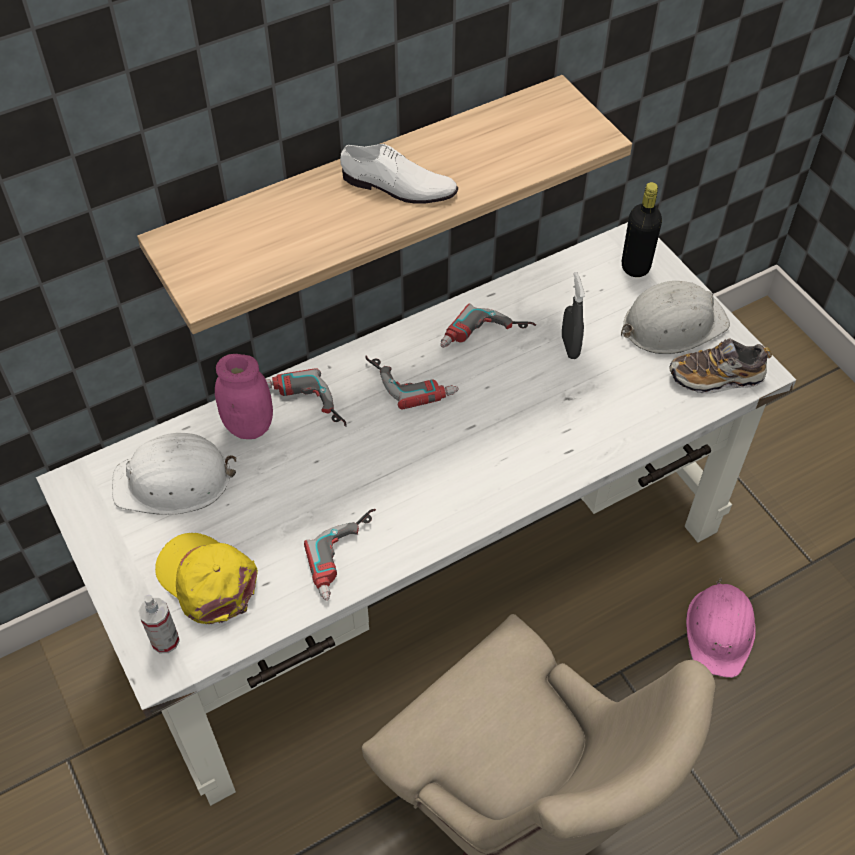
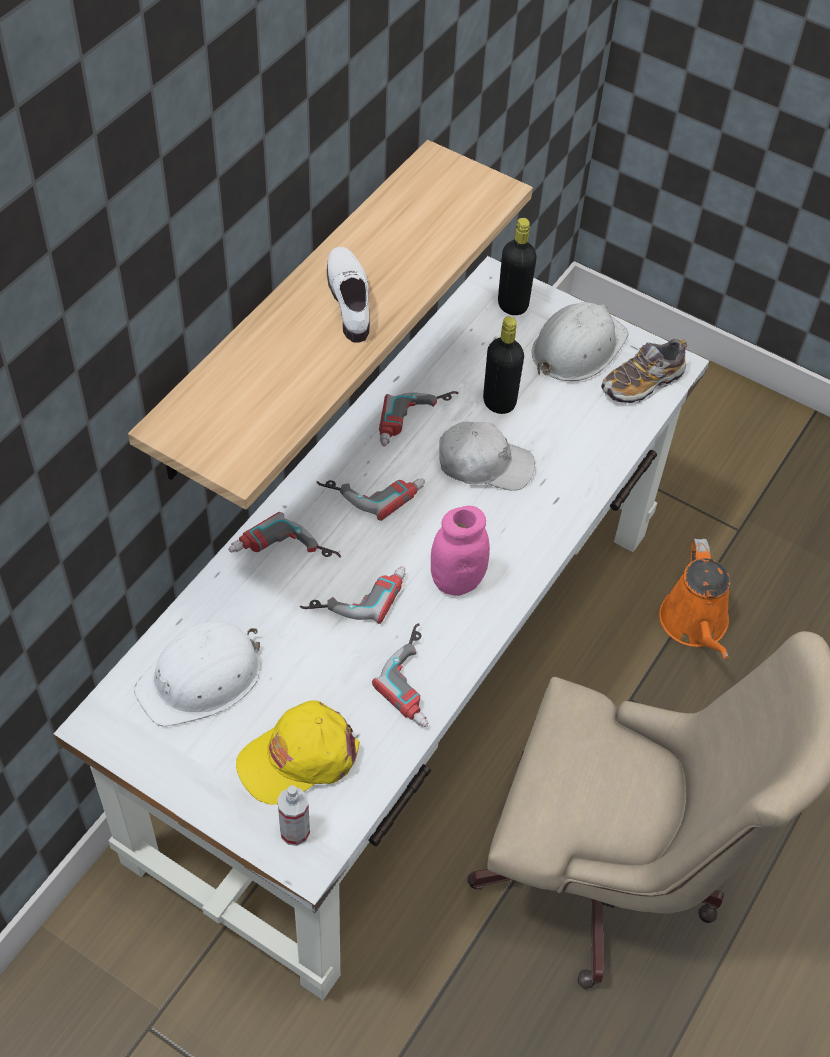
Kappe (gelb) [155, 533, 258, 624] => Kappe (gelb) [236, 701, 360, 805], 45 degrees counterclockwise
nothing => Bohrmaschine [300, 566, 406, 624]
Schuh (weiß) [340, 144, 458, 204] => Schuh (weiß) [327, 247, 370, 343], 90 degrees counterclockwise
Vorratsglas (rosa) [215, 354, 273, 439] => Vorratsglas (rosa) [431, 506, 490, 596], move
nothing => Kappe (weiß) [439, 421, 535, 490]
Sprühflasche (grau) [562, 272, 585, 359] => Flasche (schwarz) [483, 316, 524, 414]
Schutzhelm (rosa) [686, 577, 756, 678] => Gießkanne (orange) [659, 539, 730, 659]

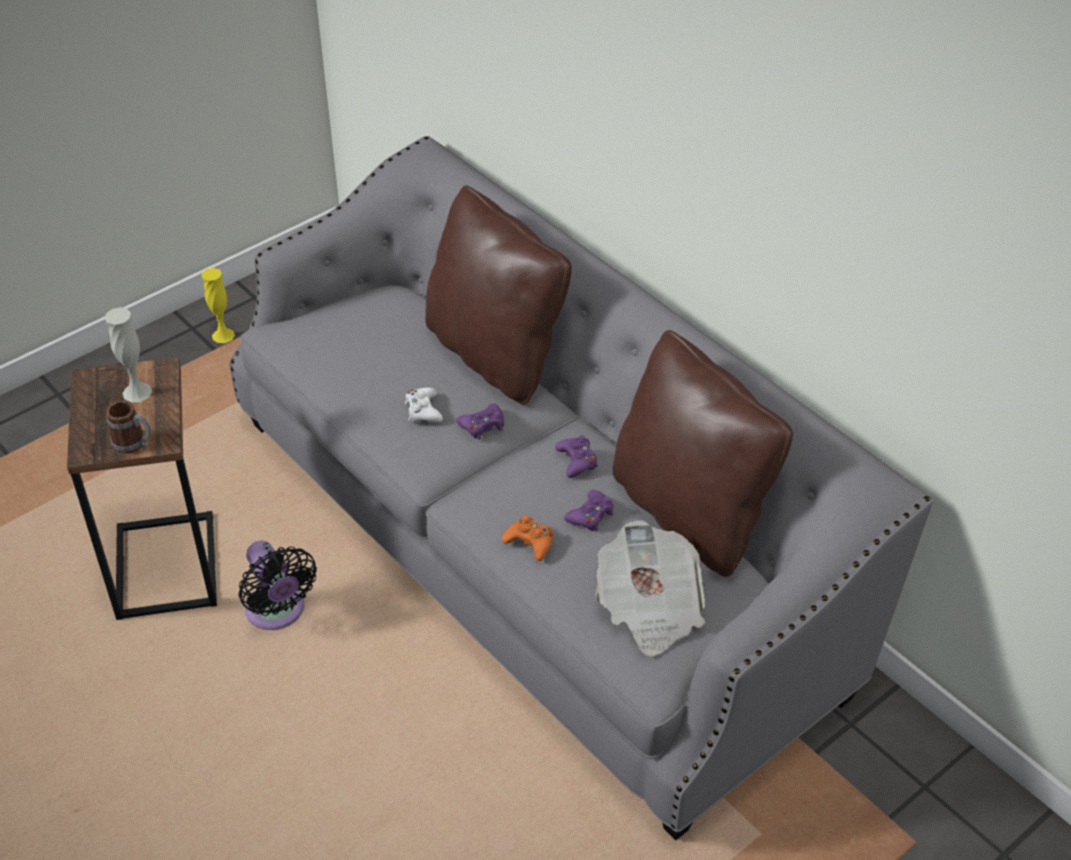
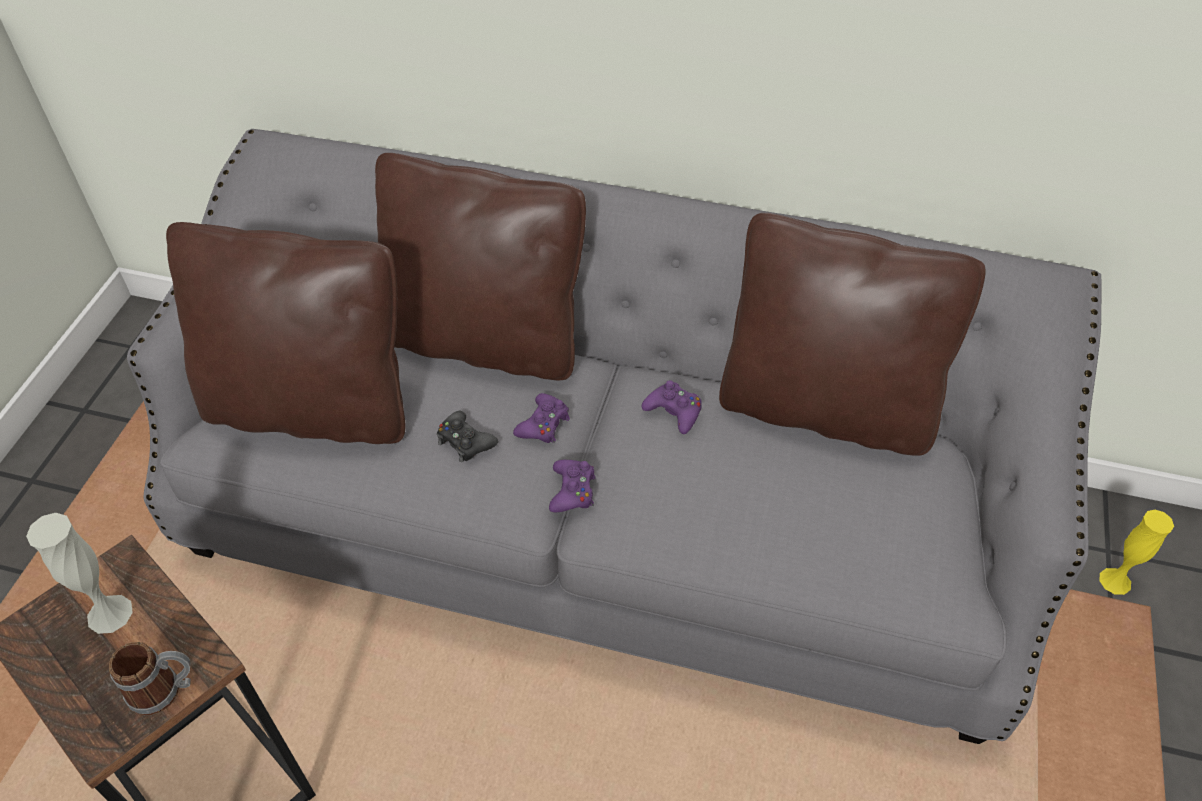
nothing => Kissen (braun) [166, 222, 405, 444]
Gamepad (weiß) [405, 387, 443, 423] => Gamepad (schwarz) [437, 411, 498, 462]
Gamepad (lila) [564, 490, 614, 531] => Gamepad (lila) [549, 460, 596, 512], move
Vase (gelb) [201, 268, 235, 343] => Vase (gelb) [1099, 510, 1174, 595], move
Ventilator (schwarz) [239, 541, 317, 630] => nothing
Gamepad (orange) [502, 516, 554, 561] => nothing
Zeitung [596, 520, 705, 657] => nothing

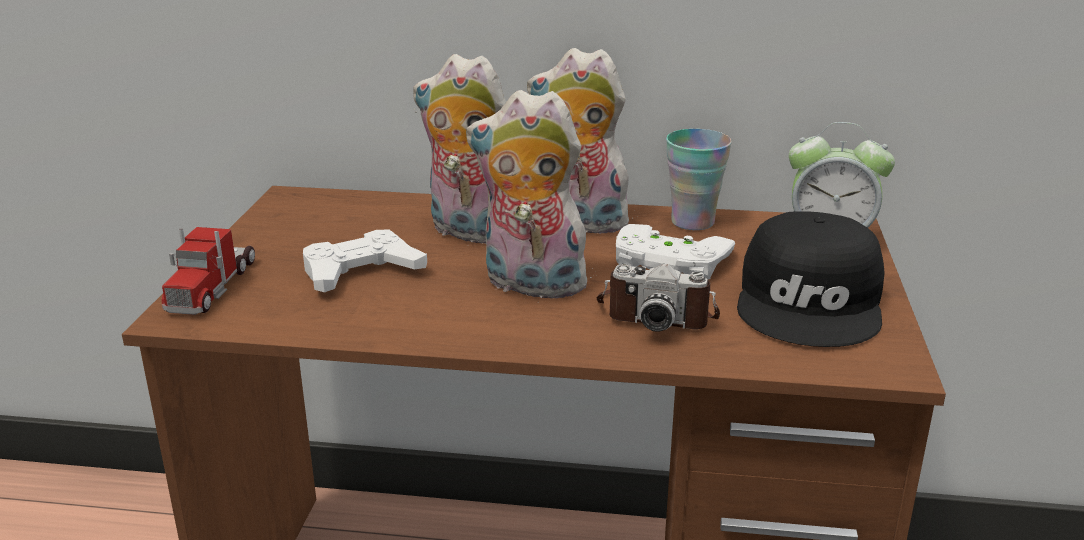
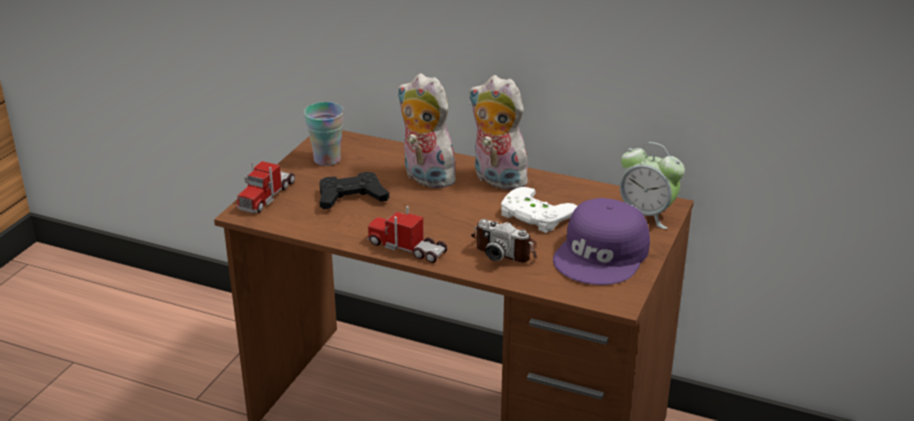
Tasse [666, 129, 732, 230] => Tasse [304, 102, 344, 166], move
Gamepad (weiß) [303, 229, 427, 292] => Gamepad (schwarz) [320, 172, 389, 209]
nothing => Spielzeuglaster [368, 206, 447, 263]
Kappe (schwarz) [737, 211, 885, 347] => Kappe (lila) [553, 198, 650, 285]
Plüschtier [466, 90, 597, 298] => nothing

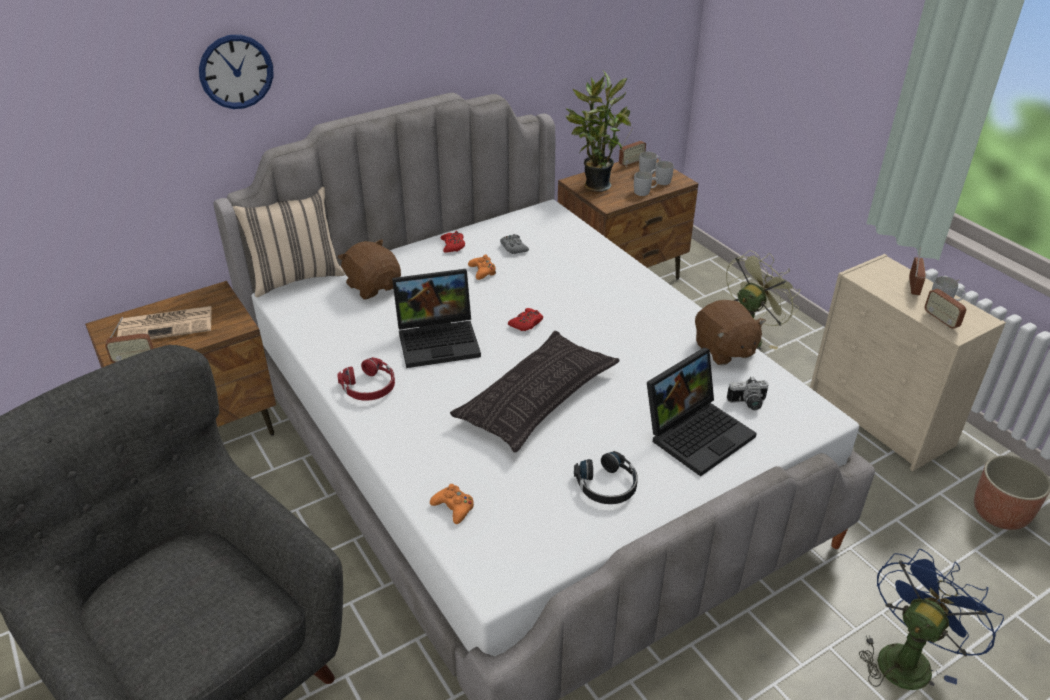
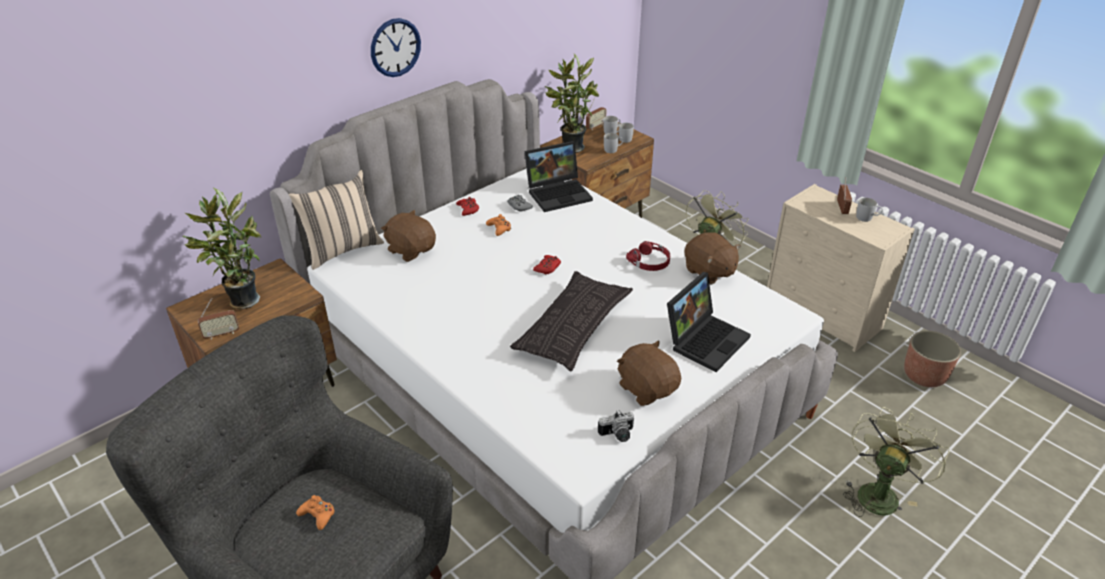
Zeitung [117, 306, 212, 339] => Topfpflanze [182, 188, 261, 309]
Gamepad (orange) [430, 484, 474, 524] => Gamepad (orange) [296, 495, 335, 530], move
Wanduhr [199, 35, 273, 109] => Wanduhr [371, 18, 421, 77], move
Laptop [392, 269, 481, 368] => Laptop [525, 141, 593, 212], move
Kamera [727, 377, 769, 410] => Kamera [598, 410, 634, 442], move
Kopfhörer (schwarz) [574, 451, 638, 504] => Plüschtier (braun) [617, 341, 681, 406]
Kopfhörer (rot) [337, 357, 395, 401] => Kopfhörer (rot) [626, 241, 670, 271], move
Ventilator (blau) [859, 549, 1004, 690] => Ventilator (grün) [843, 407, 949, 517]
Radio [925, 279, 966, 329] => nothing

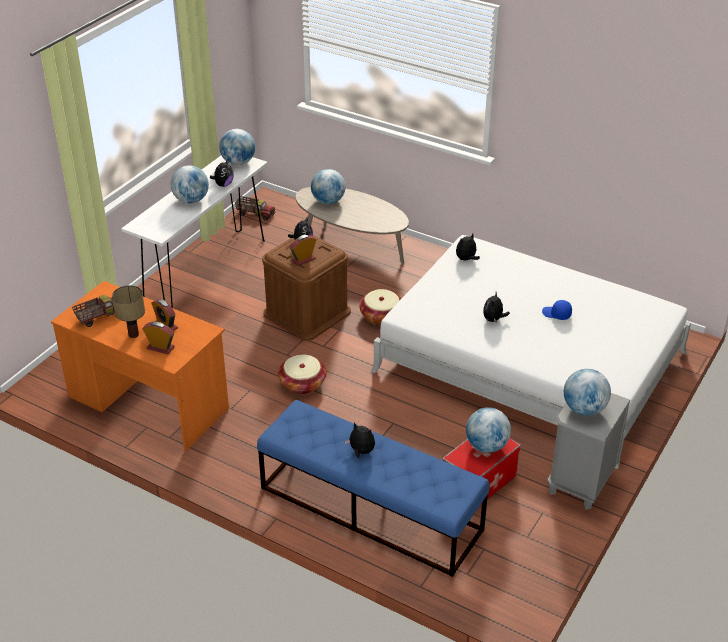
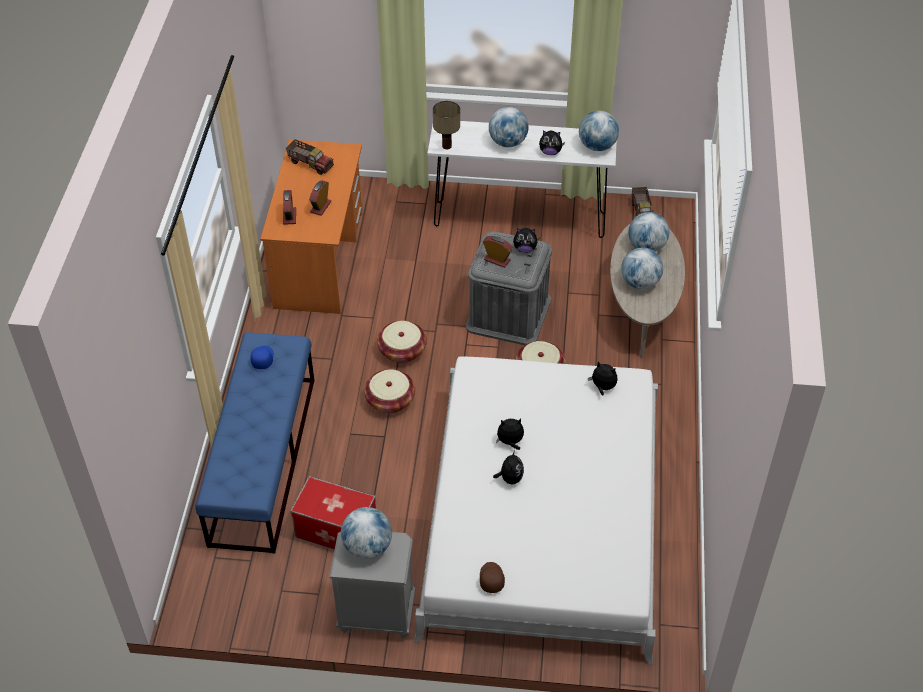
Kappe (blau) [542, 300, 572, 320] => Kappe (blau) [250, 346, 274, 369], move
nothing => Korb [364, 369, 415, 413]
Tischlampe [112, 286, 145, 338] => Tischlampe [433, 101, 460, 149], move
Aufbewahrungsbox (braun) [262, 235, 351, 341] => Aufbewahrungsbox (grau) [466, 231, 552, 345]
nothing => Kappe (braun) [480, 562, 505, 593]
Plüschtier [345, 422, 375, 458] => Plüschtier [493, 450, 524, 485], move
Globus [466, 407, 511, 453] => Globus [621, 248, 663, 289], move

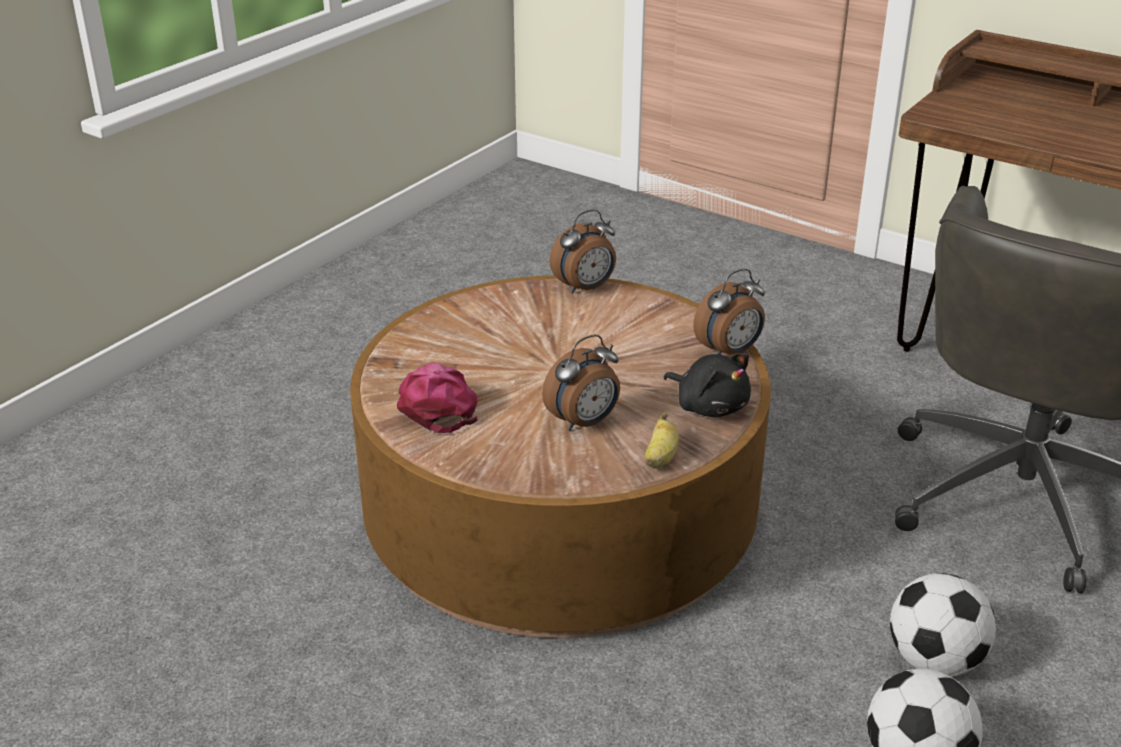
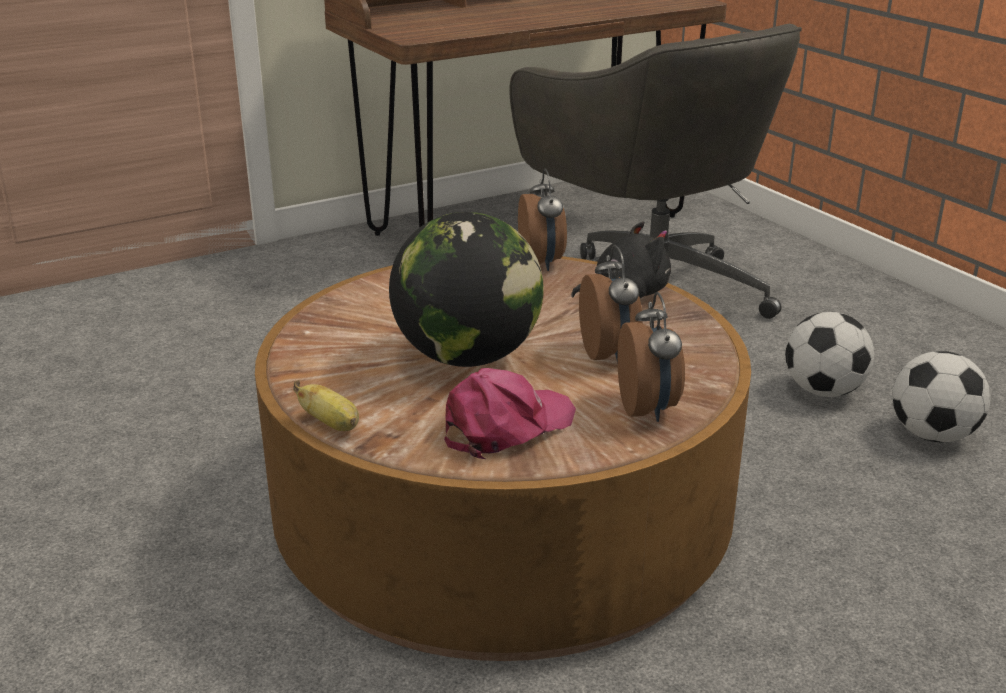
Banane [645, 413, 679, 469] => Banane [293, 380, 359, 431], move
nothing => Globus [389, 212, 544, 367]
Kappe (rosa) [397, 362, 478, 433] => Kappe (rosa) [444, 368, 576, 459], 135 degrees clockwise
Wecker [550, 209, 616, 294] => Wecker [617, 292, 685, 422], move

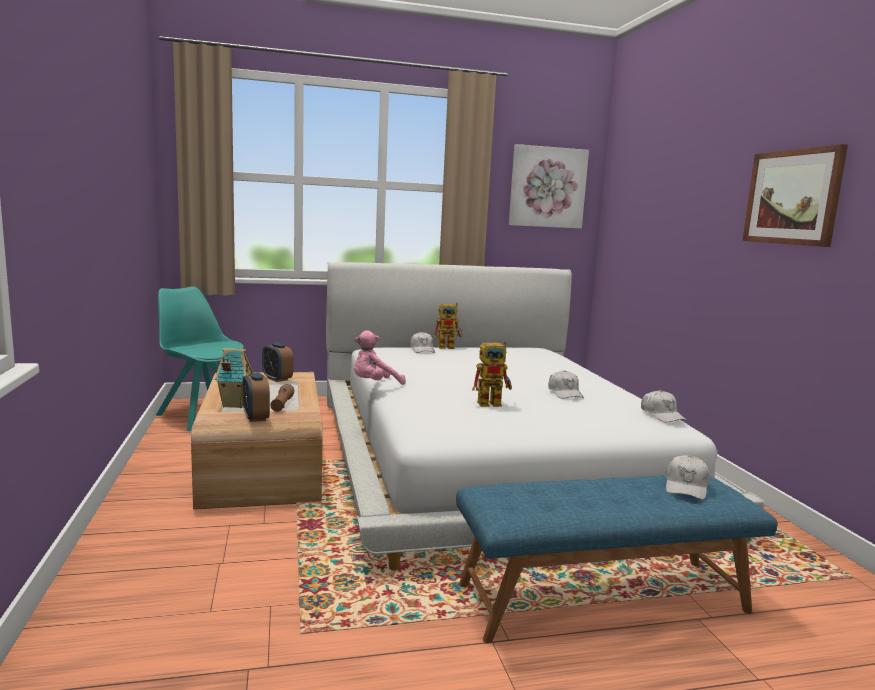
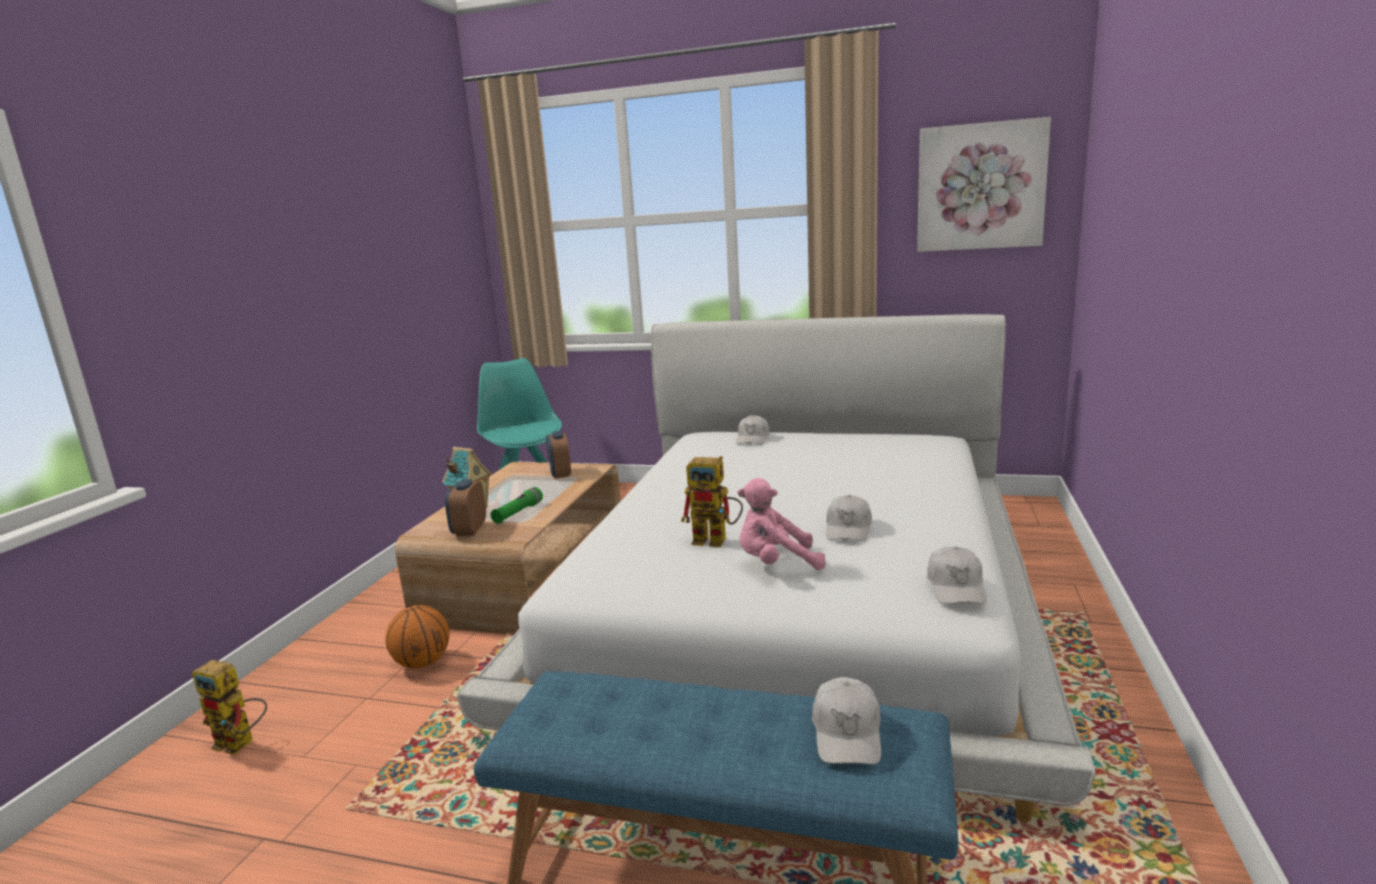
Spielzeugroboter [433, 303, 462, 349] => Spielzeugroboter [192, 660, 267, 755], move
nothing => Basketball [385, 605, 450, 668]
Taschenlampe (braun) [270, 384, 294, 412] => Taschenlampe (grün) [491, 487, 543, 524]
Plüschtier (rosa) [354, 330, 406, 385] => Plüschtier (rosa) [737, 478, 826, 570], move
Kappe (weiß) [666, 455, 710, 500] => Kappe (weiß) [812, 677, 881, 765], 45 degrees counterclockwise
Bild [742, 144, 848, 247] => nothing

